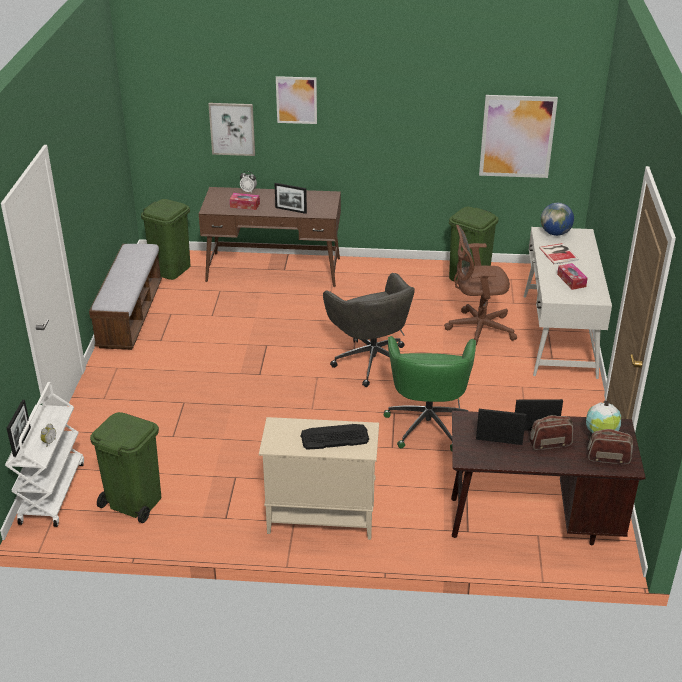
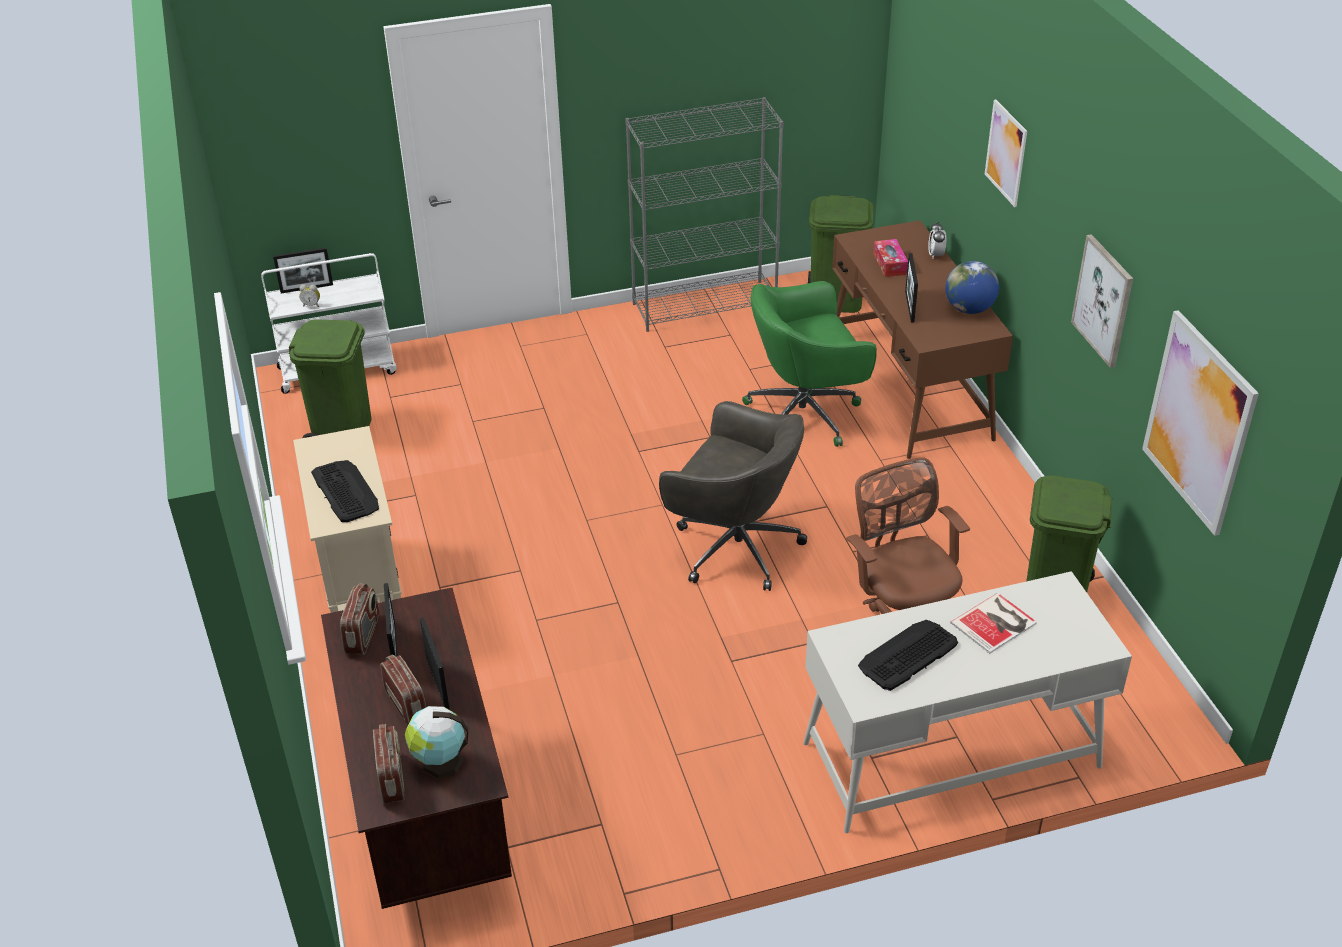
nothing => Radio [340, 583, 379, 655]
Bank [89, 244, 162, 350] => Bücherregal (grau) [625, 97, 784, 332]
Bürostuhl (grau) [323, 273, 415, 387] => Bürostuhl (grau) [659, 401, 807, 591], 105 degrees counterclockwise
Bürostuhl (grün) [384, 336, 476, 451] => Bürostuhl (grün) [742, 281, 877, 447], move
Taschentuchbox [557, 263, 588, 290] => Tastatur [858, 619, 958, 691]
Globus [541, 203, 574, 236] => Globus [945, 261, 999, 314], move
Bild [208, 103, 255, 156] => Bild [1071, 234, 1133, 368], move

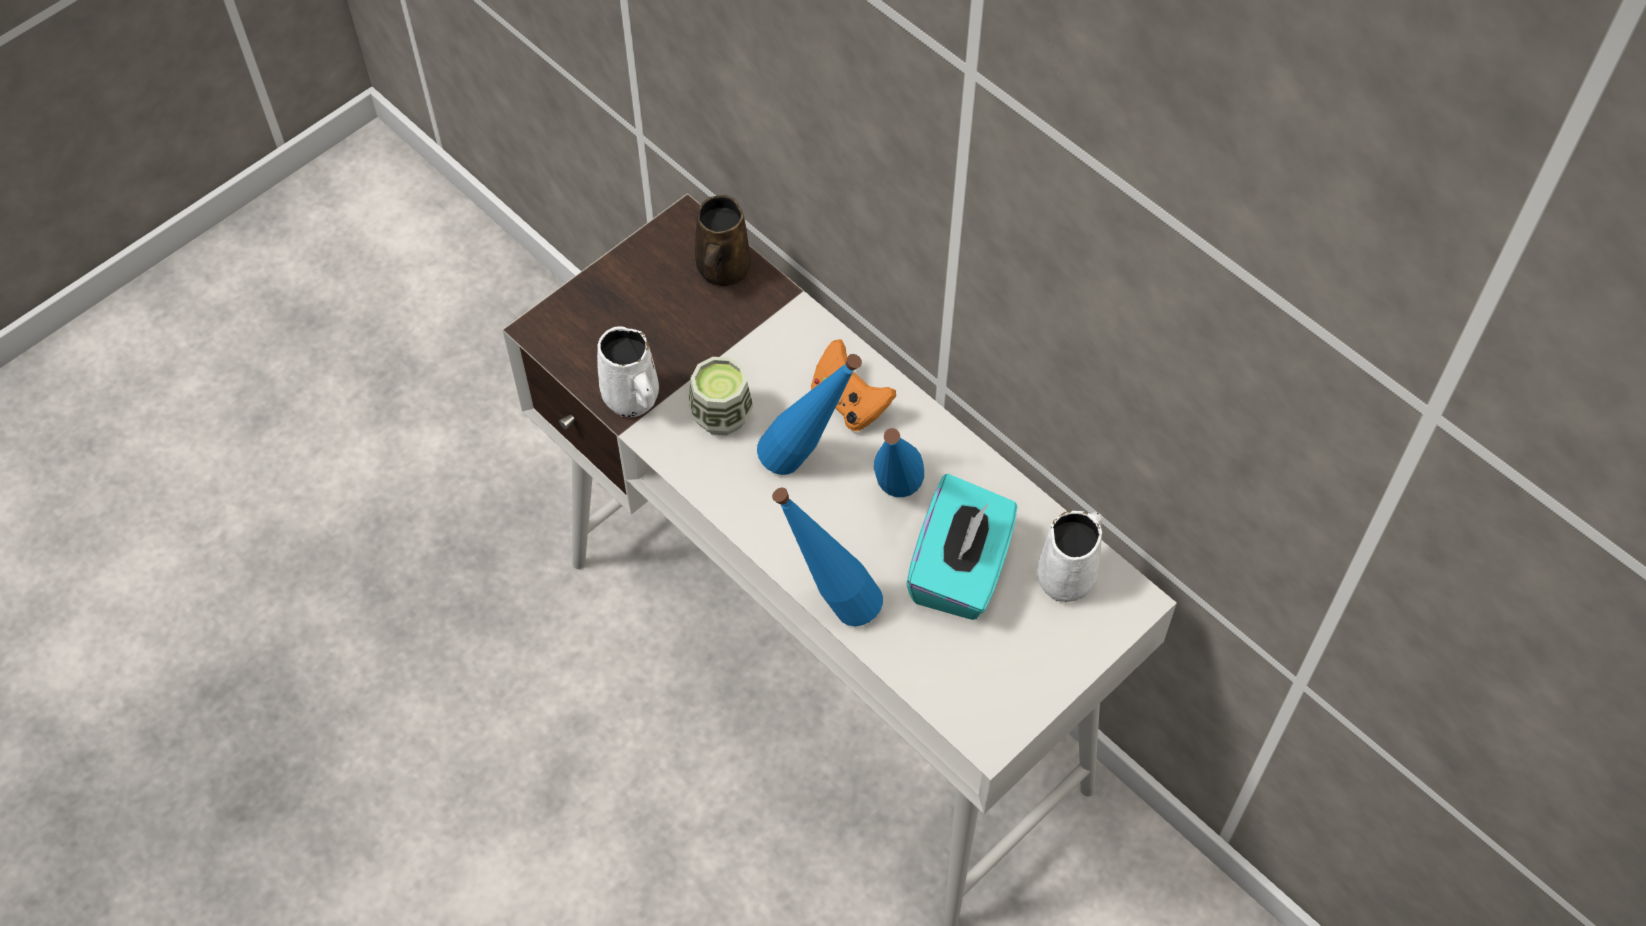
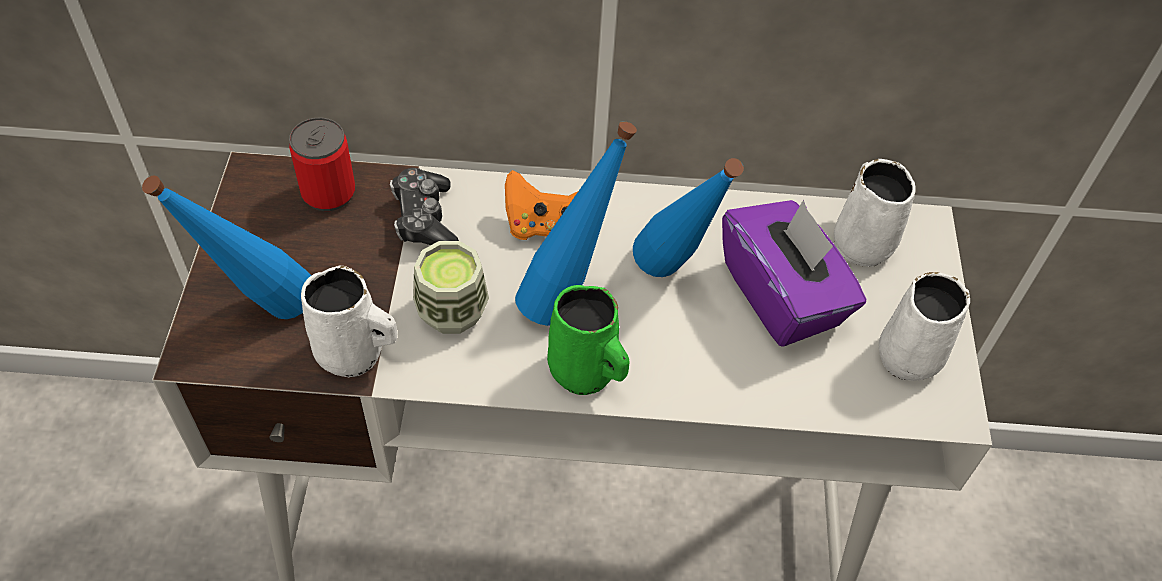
Flasche (blau) [772, 488, 883, 626] => Flasche (blau) [142, 176, 311, 319], move
Henkelbecher (braun) [695, 195, 751, 286] => Dose [289, 118, 355, 211]
nothing => Gamepad [390, 168, 459, 245]
nothing => Henkelbecher (grün) [547, 285, 629, 395]
Taschentuchbox (türkis) [906, 474, 1018, 620] => Taschentuchbox (lila) [722, 200, 866, 347]
nothing => Henkelbecher (weiß) [879, 272, 970, 381]

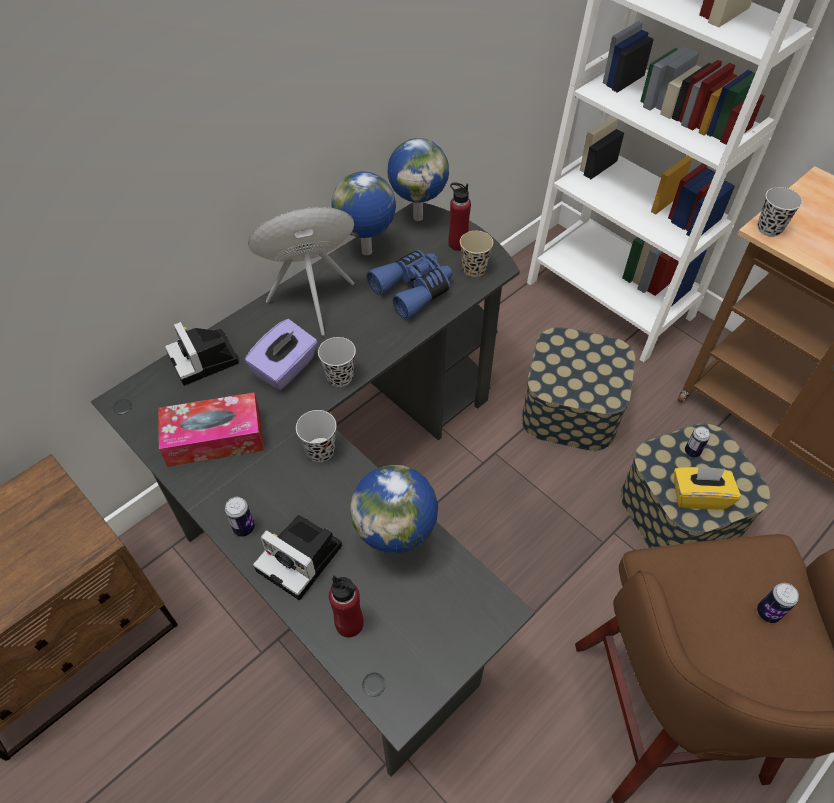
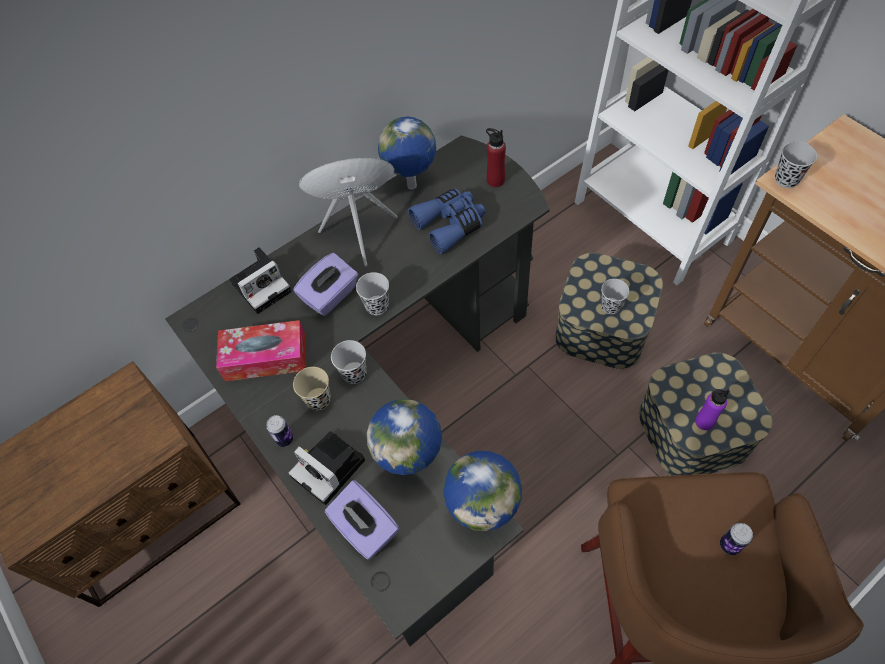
Kamera [165, 322, 239, 386] => Kamera [229, 247, 292, 314], 105 degrees counterclockwise
Tasse (beige) [460, 231, 493, 277] => Tasse (beige) [293, 367, 331, 411], move
Flasche (rot) [329, 576, 364, 637] => Taschentuchbox (lila) [325, 480, 400, 560]
Globus [387, 138, 449, 221] => Globus [443, 451, 522, 531], move
nothing => Tasse (schwarz) [601, 279, 629, 314]
Taschentuchbox (gelb) [674, 466, 741, 510] => Flasche (lila) [695, 389, 729, 430]
Dose [685, 427, 710, 457] => nothing

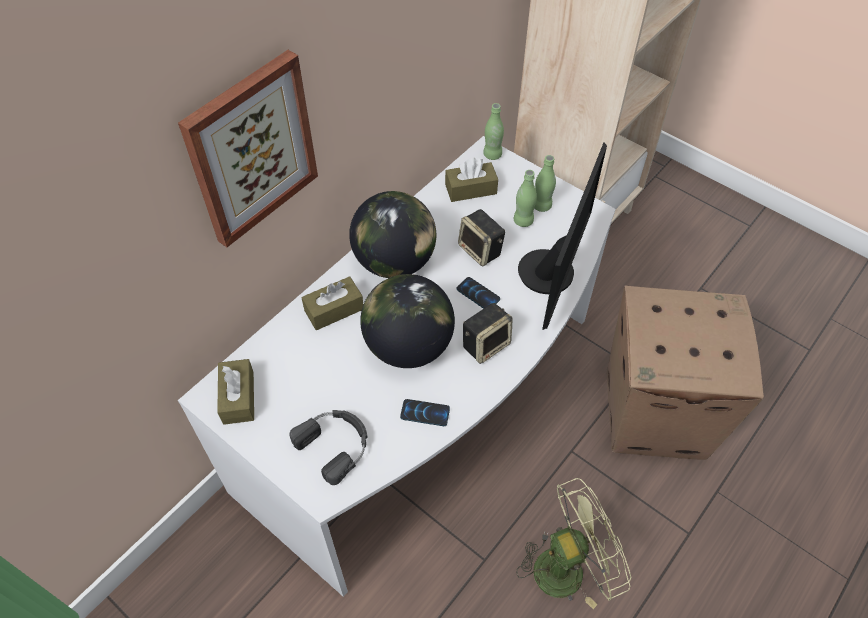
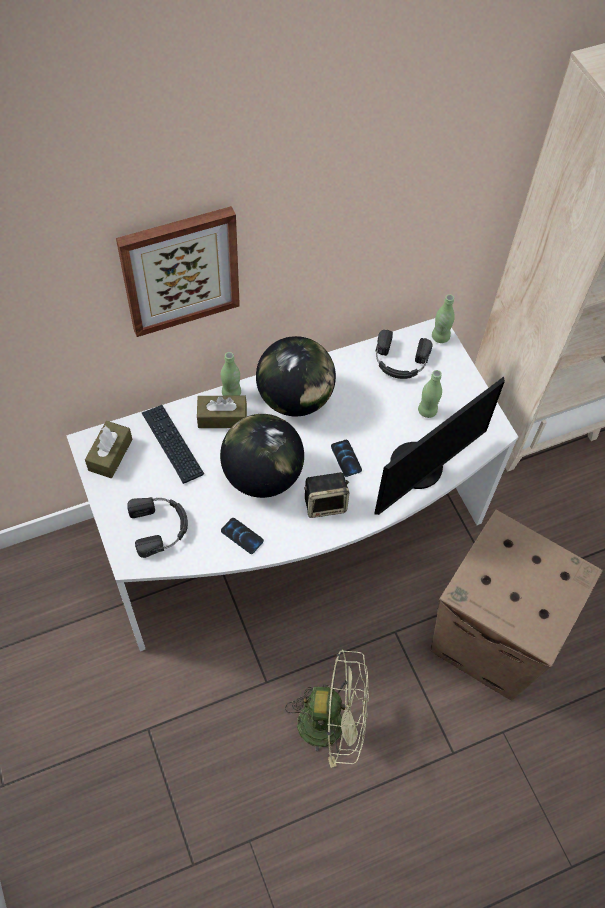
nothing => Tastatur [142, 405, 204, 484]
Flasche (grün) [535, 155, 556, 212] => Flasche (grün) [221, 352, 241, 396], move
Taschentuchbox (braun) [445, 158, 498, 202] => Kopfhörer (schwarz) [376, 330, 432, 379]
Lautsprecher [458, 209, 505, 266] => nothing

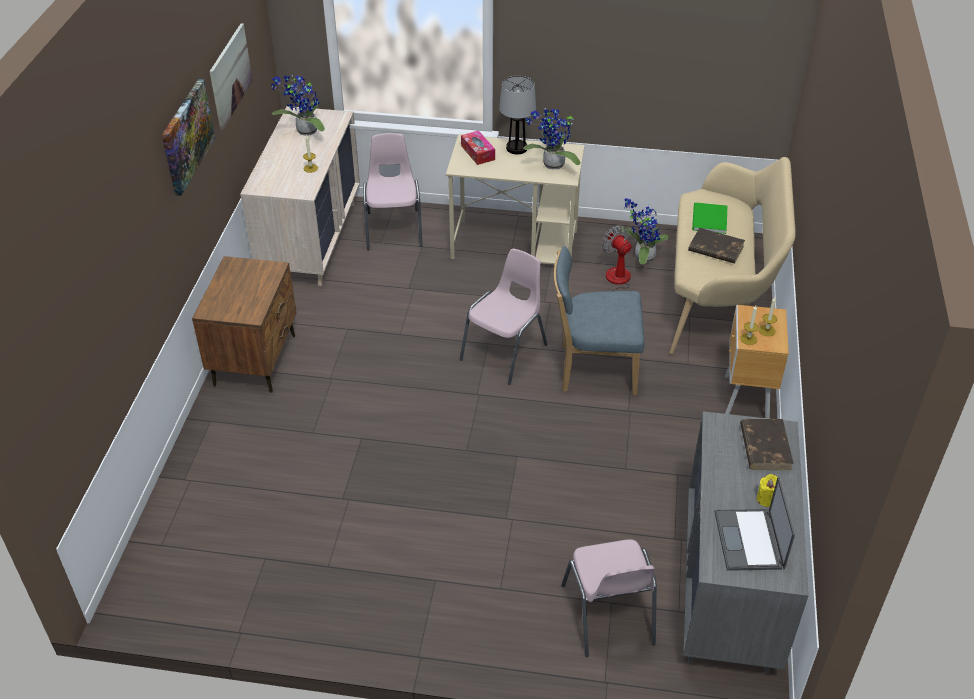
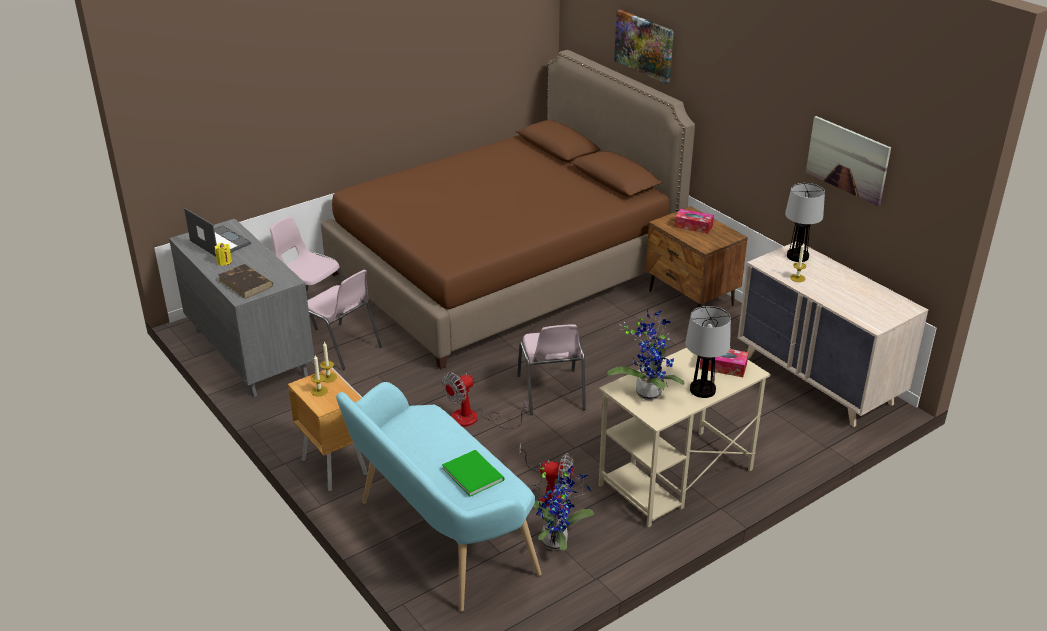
Stuhl (rosa) [363, 133, 423, 250] => Stuhl (rosa) [307, 270, 382, 370], move
nothing => Bett (braun) [321, 50, 695, 369]
Bank (beige) [670, 157, 796, 355] => Bank (türkis) [336, 382, 541, 612]
Stuhl (blau) [554, 246, 644, 395] => Ventilator [442, 372, 528, 429]
Bild [162, 79, 215, 196] => Bild [614, 9, 674, 84], move
nothing => Taschentuchbox [674, 209, 714, 234]
nothing => Tischlampe [785, 183, 825, 262]
Topfpflanze [271, 75, 325, 135] => nothing
Buch (braun) [688, 228, 745, 264] => nothing

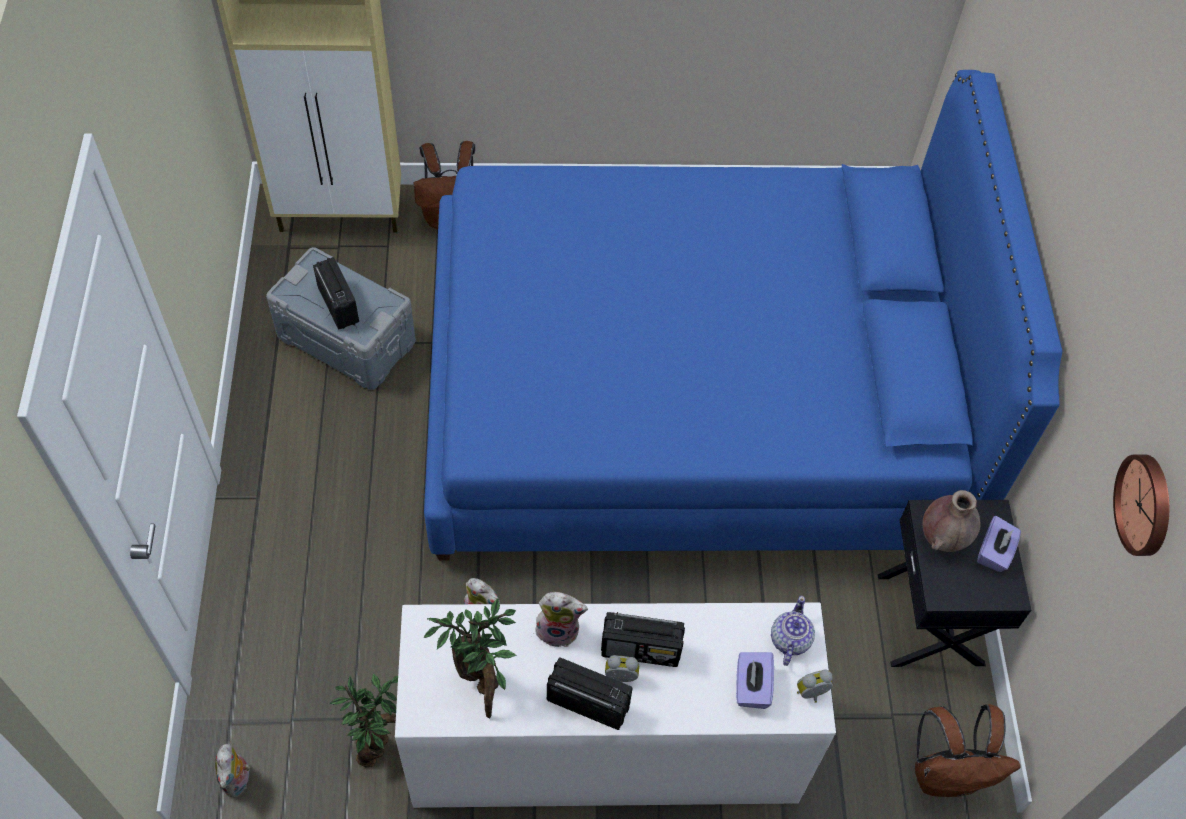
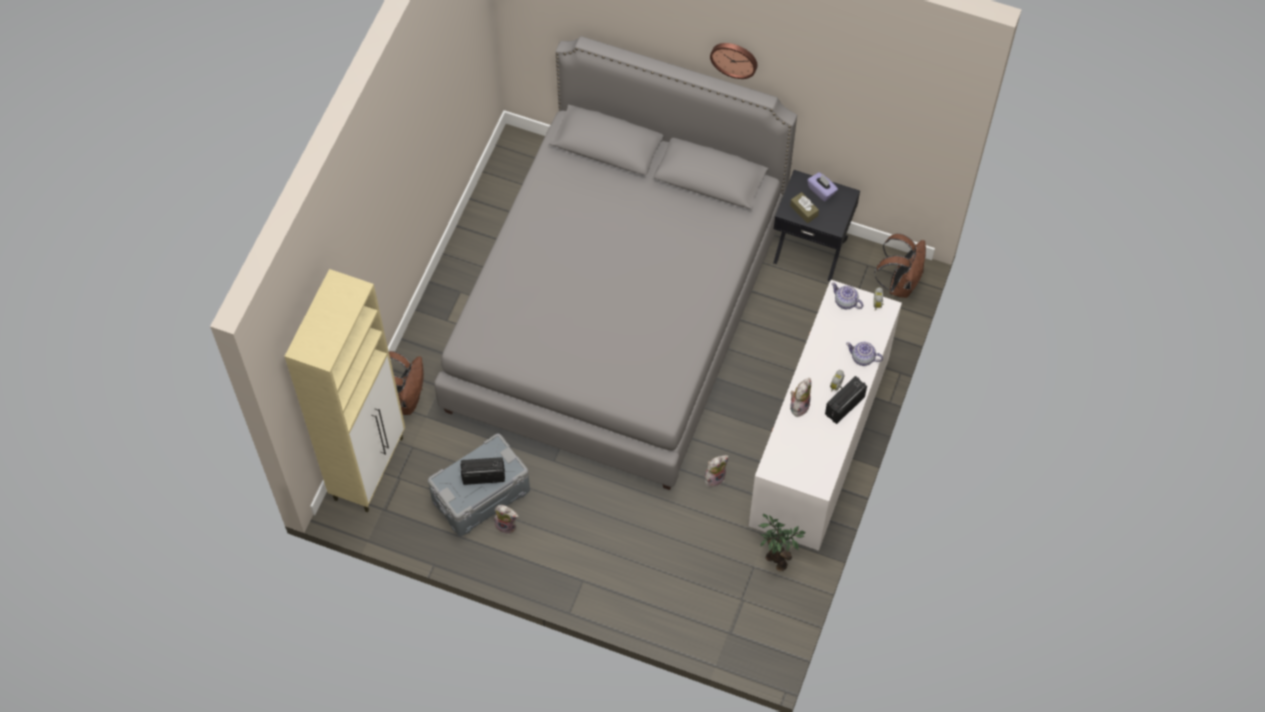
Bett (blau) [424, 70, 1062, 560] => Bett (grau) [434, 36, 797, 490]
Plüschtier [215, 744, 250, 798] => Plüschtier [494, 505, 519, 534], move
Wanduhr [1113, 454, 1169, 556] => Wanduhr [710, 43, 758, 79], move
Vase (braun) [923, 490, 980, 552] => Taschentuchbox (braun) [790, 192, 819, 223]
nothing => Teekanne [846, 342, 883, 366]
Topfpflanze [423, 598, 517, 718] => nothing
Radio [601, 612, 685, 667] => nothing
Taschentuchbox (lila) [736, 652, 774, 709] => nothing

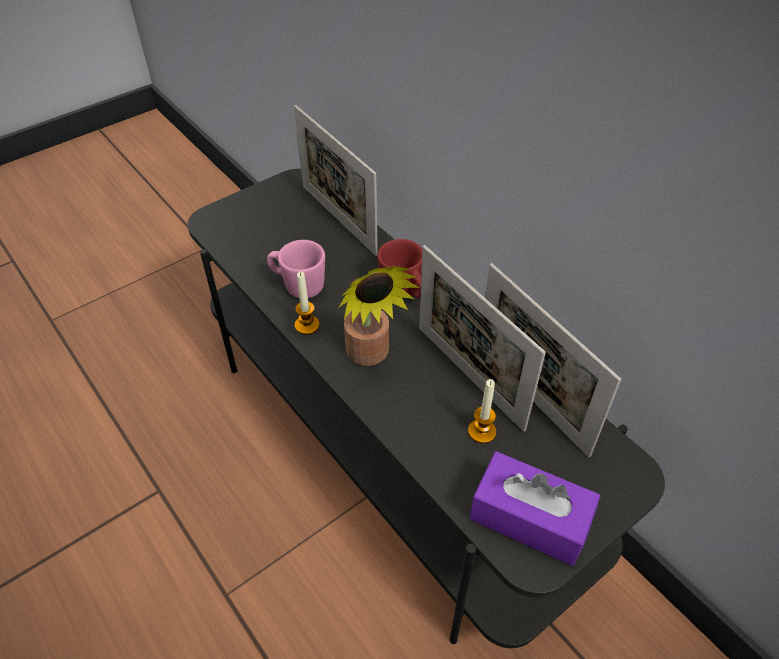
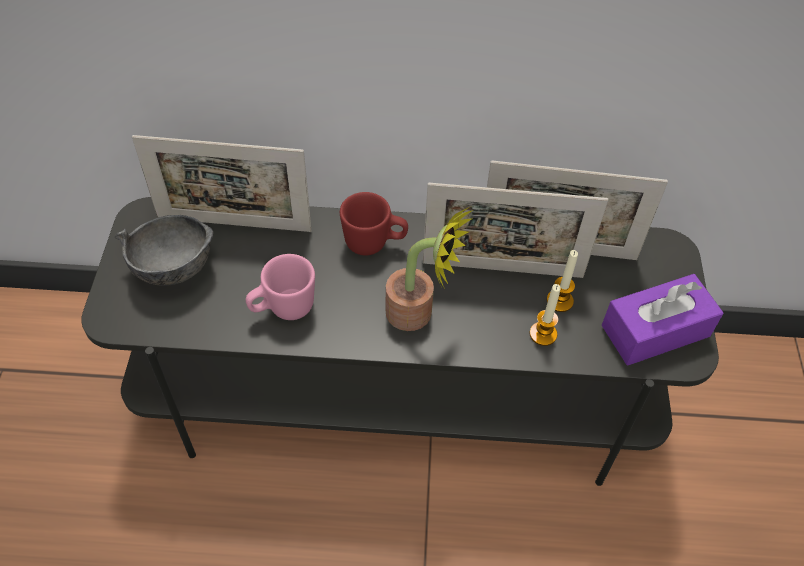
nothing => Schüssel (grau) [115, 215, 213, 286]
Kerze [295, 271, 320, 335] => Kerze [529, 284, 561, 346], move

